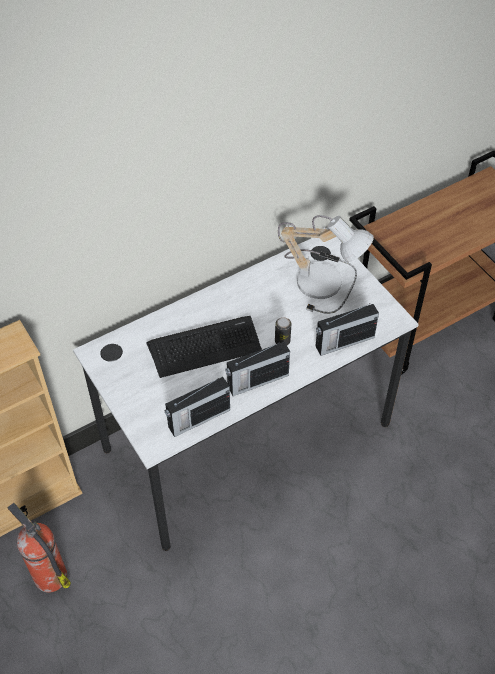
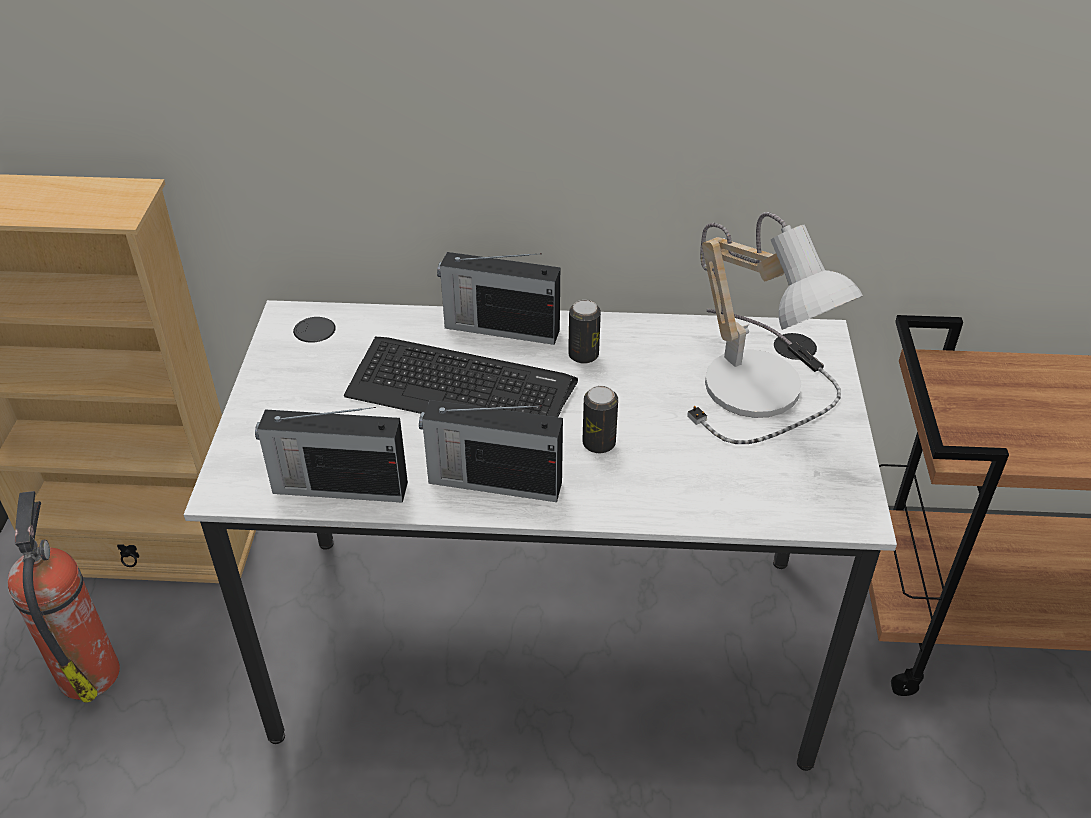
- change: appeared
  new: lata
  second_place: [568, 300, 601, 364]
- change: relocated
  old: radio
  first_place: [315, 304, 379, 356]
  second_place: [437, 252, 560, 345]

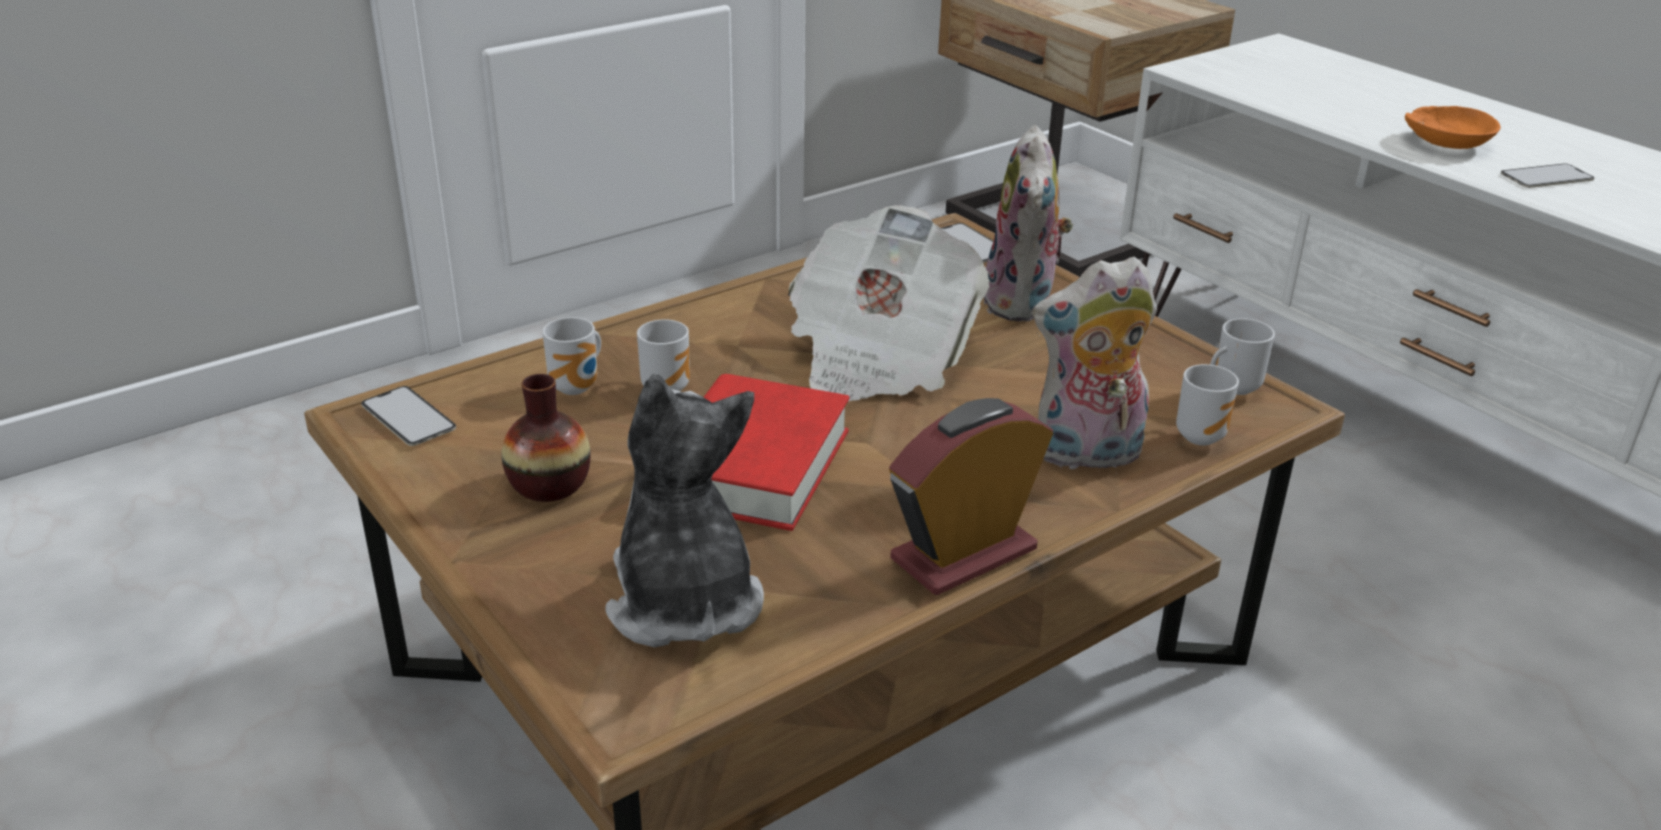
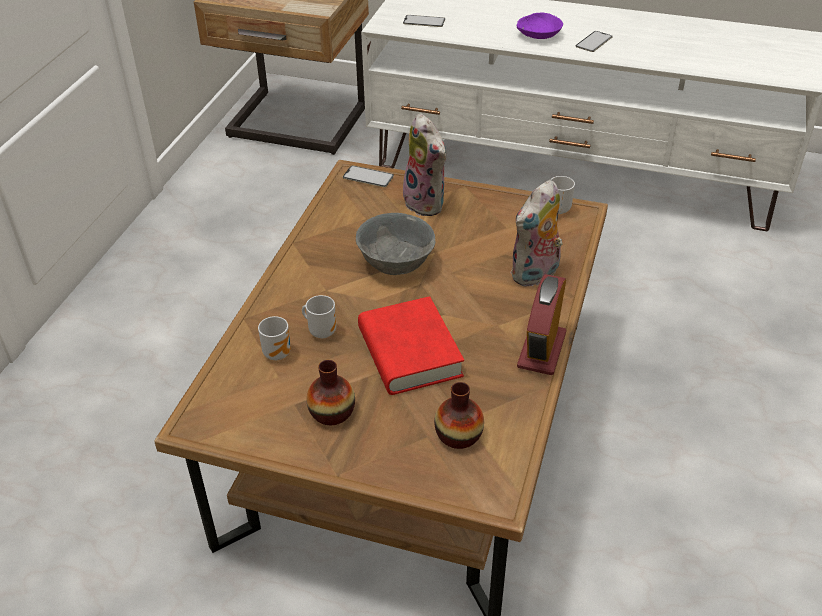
- change: missing
  old: taza grande
  first_place: [1176, 364, 1239, 446]
- change: relocated
  old: móvil
  first_place: [361, 386, 456, 446]
  second_place: [403, 15, 445, 27]
- change: exchanged
  old: peluche
  new: florero
  first_place: [605, 374, 764, 648]
  second_place: [434, 382, 484, 449]
- change: exchanged
  old: periódico
  new: cuenco [gris]
  first_place: [788, 205, 990, 401]
  second_place: [356, 213, 436, 275]
- change: colour
  old: cuenco [naranja]
  new: cuenco [morado]
  first_place: [1405, 106, 1501, 149]
  second_place: [516, 13, 563, 39]

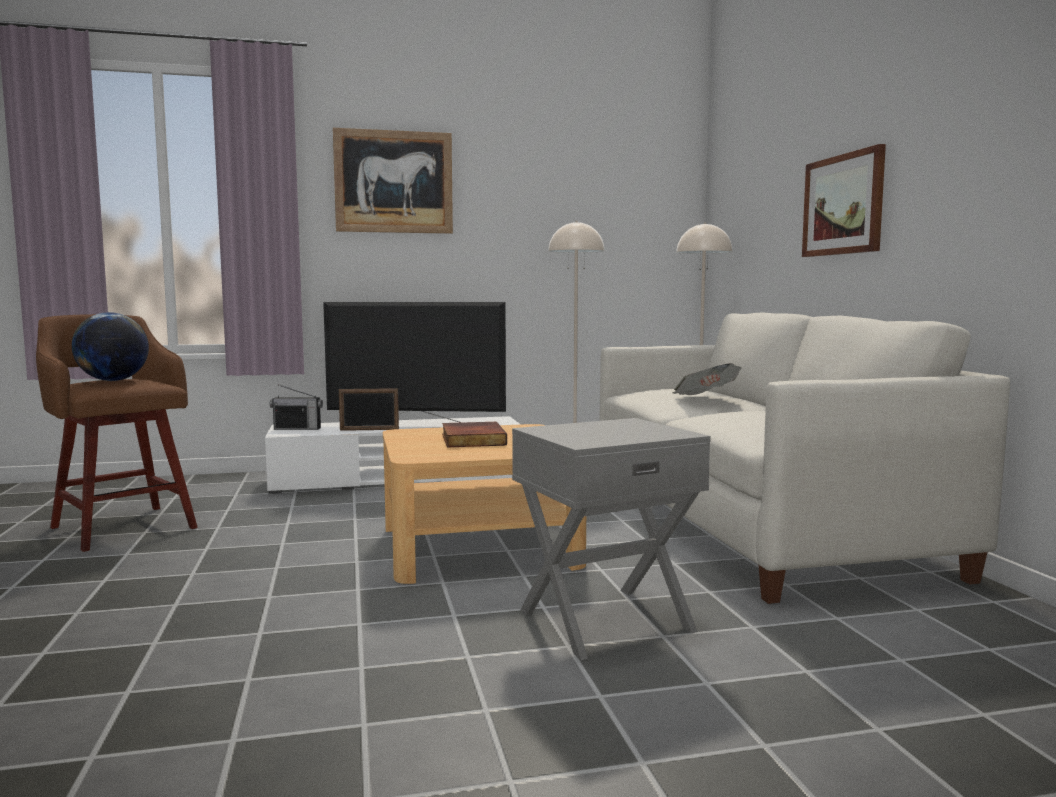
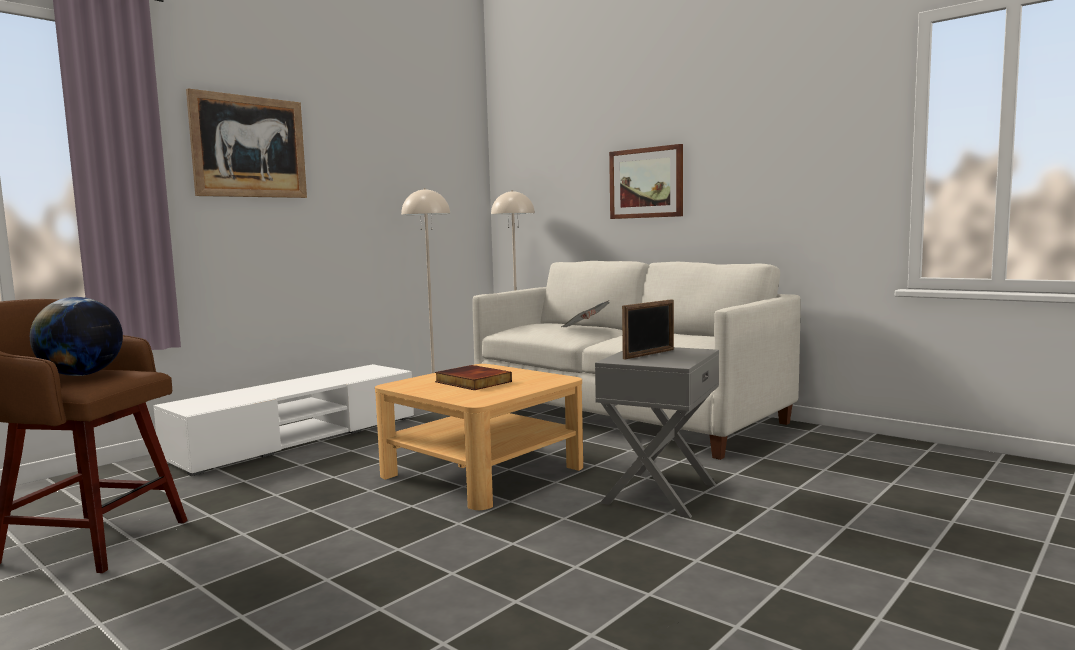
- change: missing
  old: radio
  first_place: [270, 384, 323, 430]
- change: missing
  old: televisor
  first_place: [323, 302, 506, 423]
- change: relocated
  old: portarretratos
  first_place: [339, 388, 399, 431]
  second_place: [622, 299, 674, 359]

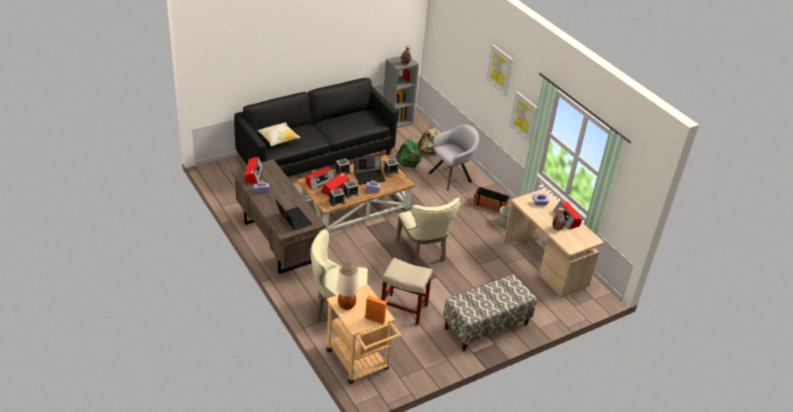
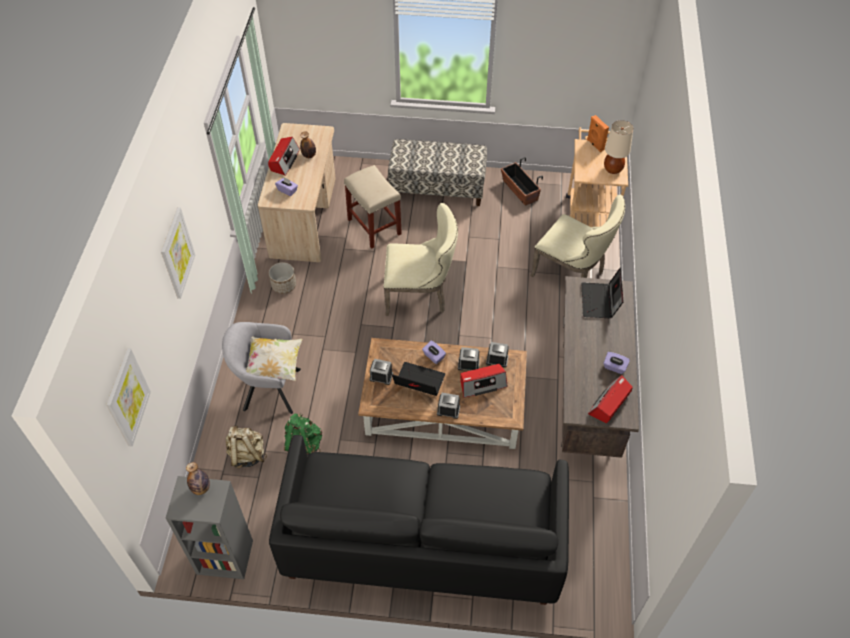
- change: missing
  old: radio
  first_place: [305, 168, 335, 190]
- change: relocated
  old: cojín
  first_place: [257, 122, 301, 146]
  second_place: [246, 337, 302, 381]
- change: relocated
  old: taburete [beis]
  first_place: [381, 258, 433, 325]
  second_place: [344, 165, 402, 249]
- change: relocated
  old: maceta
  first_place: [474, 187, 511, 213]
  second_place: [501, 157, 543, 206]
- change: relocated
  old: cuadro
  first_place: [510, 91, 537, 143]
  second_place: [106, 348, 151, 447]
- change: spun
  old: silla [beis]
  first_place: [396, 198, 461, 266]
  second_place: [384, 203, 458, 316]
  degrees: 75

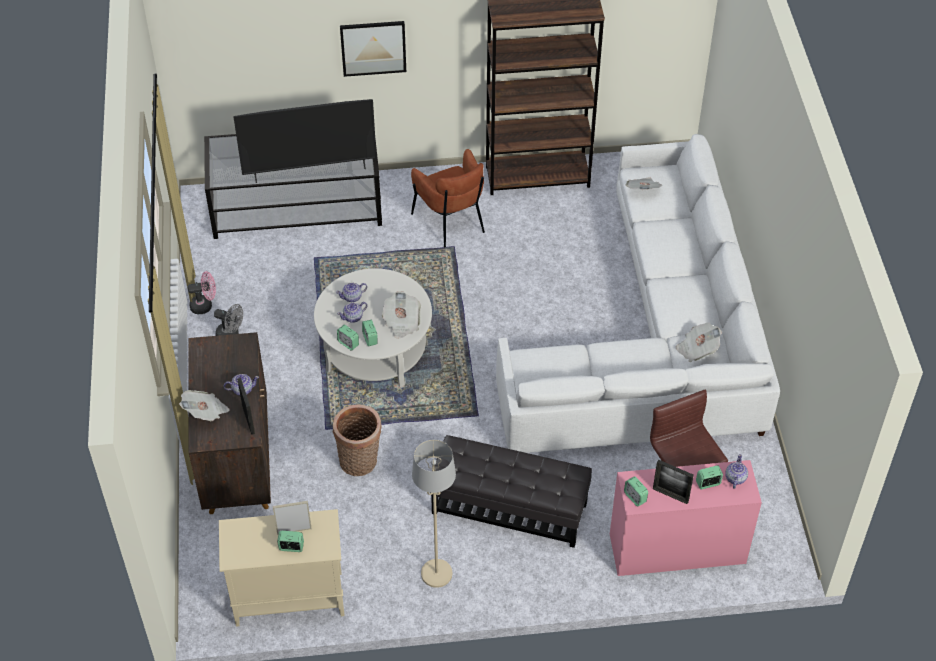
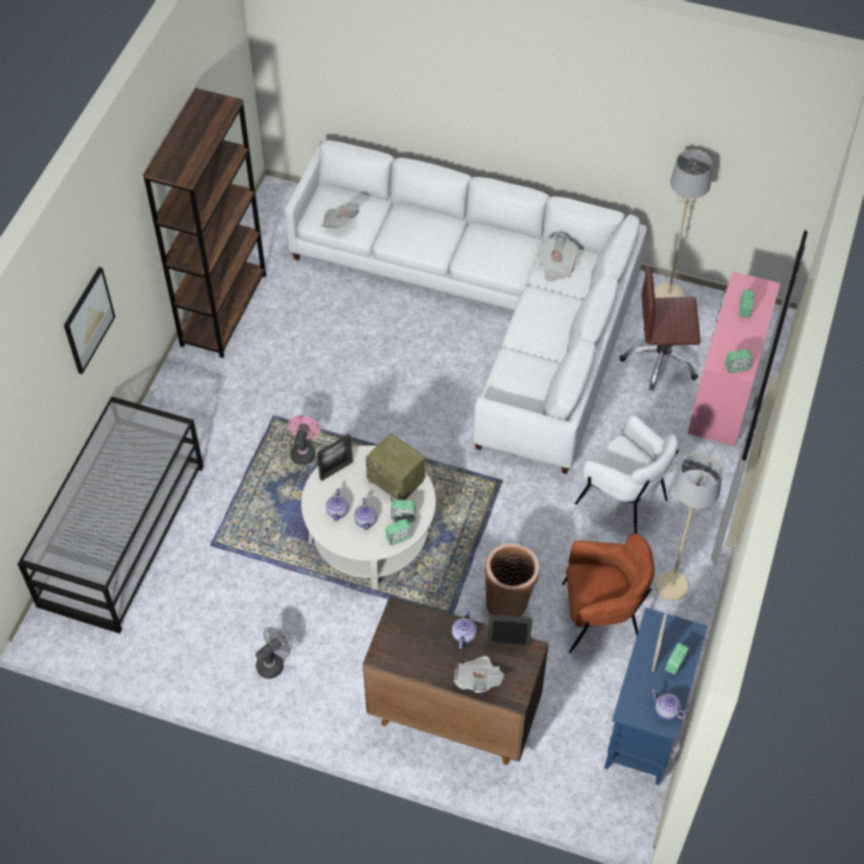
- change: missing
  old: televisor
  first_place: [234, 99, 376, 183]
- change: appeared
  new: lámpara de pie [beis]
  second_place: [654, 149, 712, 298]
- change: relocated
  old: ventilador [rosa]
  first_place: [187, 271, 216, 314]
  second_place: [288, 415, 320, 465]
- change: relocated
  old: sillón [marrón]
  first_place: [411, 149, 485, 248]
  second_place: [562, 533, 655, 653]
- change: relocated
  old: portarretratos
  first_place: [653, 460, 694, 504]
  second_place: [317, 434, 353, 481]
- change: relocated
  old: tetera
  first_place: [725, 454, 748, 489]
  second_place: [652, 690, 687, 720]
- change: exchanged
  old: periódico
  new: radio
  first_place: [382, 291, 421, 339]
  second_place: [366, 433, 425, 501]
- change: exchanged
  old: puf [negro]
  new: sillón [blanco]
  first_place: [431, 435, 592, 548]
  second_place: [575, 415, 679, 534]
- change: colour
  old: armario [beis]
  new: armario [azul]
  first_place: [219, 509, 344, 627]
  second_place: [605, 608, 707, 785]

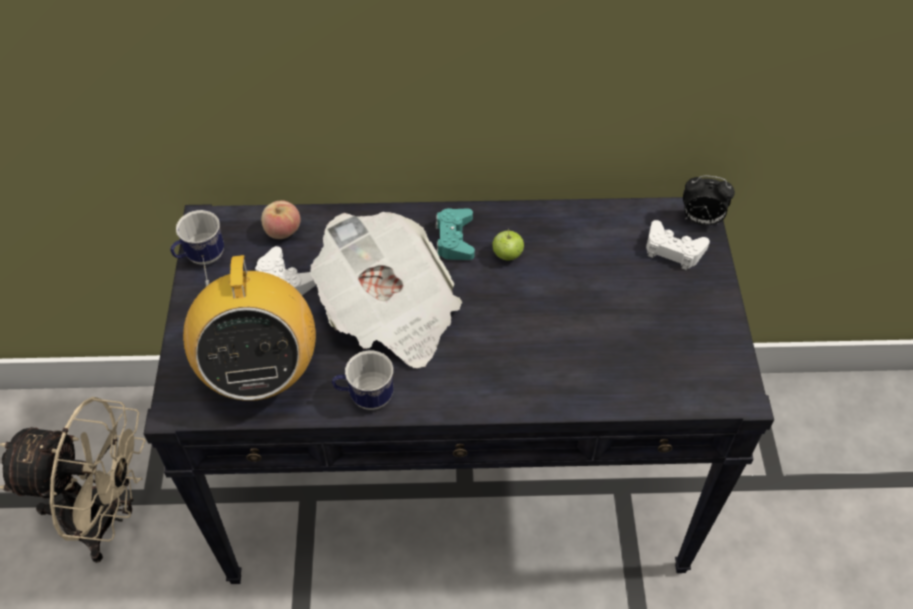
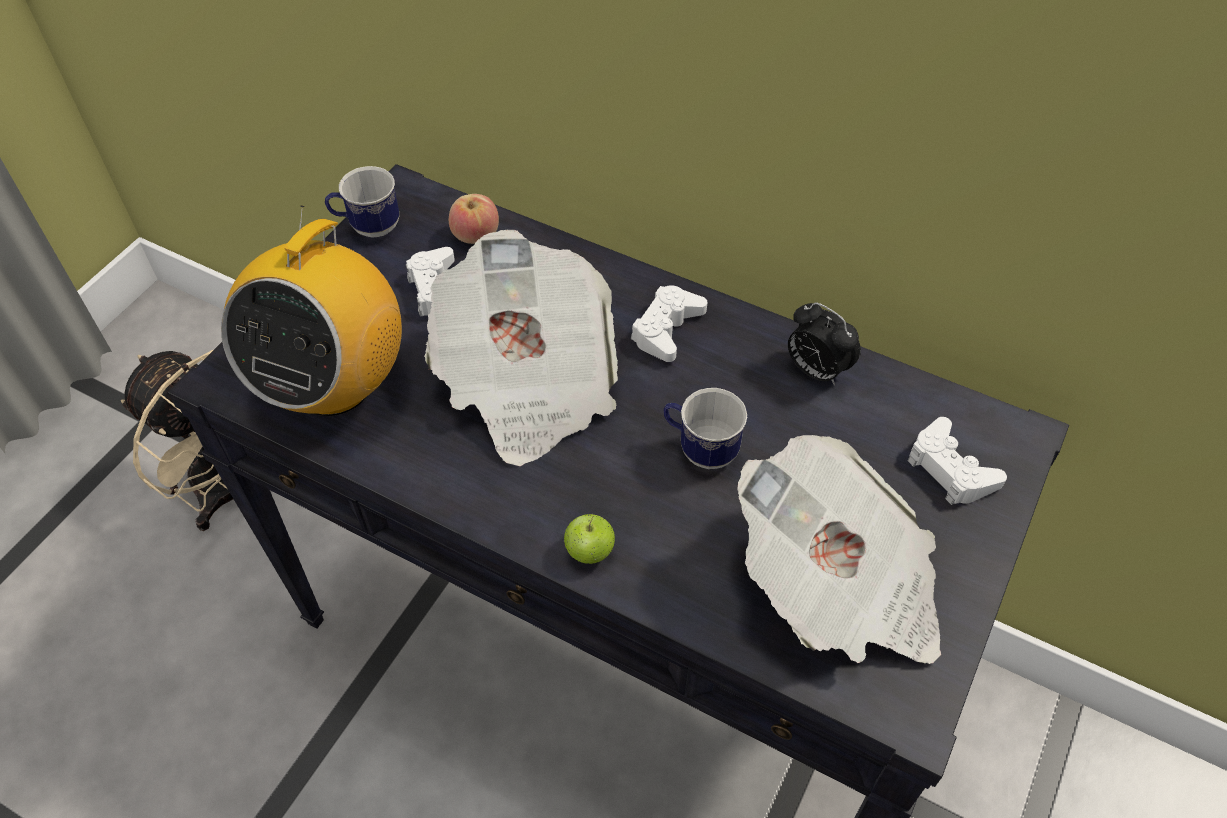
- change: appeared
  new: periódico
  second_place: [737, 435, 941, 664]
- change: relocated
  old: taza grande
  first_place: [332, 350, 394, 410]
  second_place: [664, 388, 747, 469]
- change: relocated
  old: manzana
  first_place: [492, 229, 524, 260]
  second_place: [564, 514, 615, 564]
- change: relocated
  old: despertador
  first_place: [683, 175, 735, 225]
  second_place: [788, 303, 861, 386]
- change: colour
  old: mando de consola [turquesa]
  new: mando de consola [blanco]
  first_place: [436, 208, 475, 260]
  second_place: [631, 285, 707, 362]

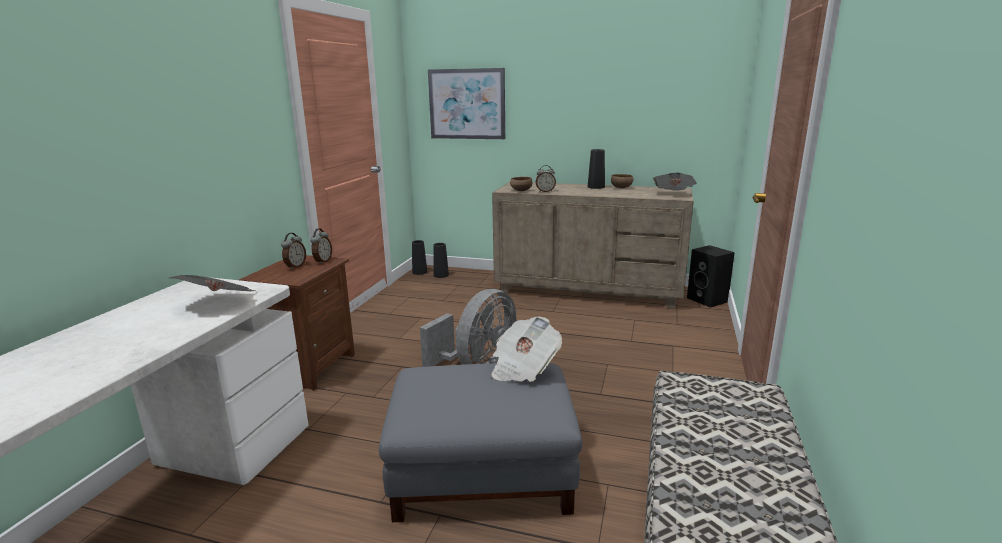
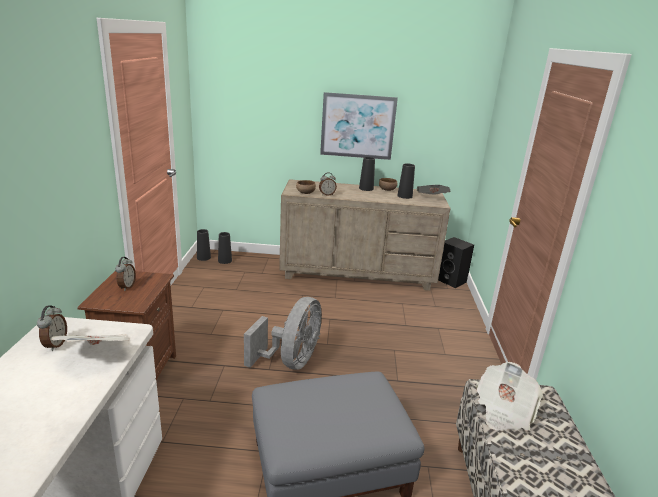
- change: appeared
  new: florero [negro]
  second_place: [397, 163, 415, 199]
- change: relocated
  old: despertador
  first_place: [310, 228, 332, 264]
  second_place: [37, 306, 67, 351]
- change: relocated
  old: cuadro
  first_place: [428, 68, 505, 139]
  second_place: [320, 92, 398, 160]
- change: relocated
  old: periódico
  first_place: [491, 317, 562, 382]
  second_place: [476, 362, 543, 431]

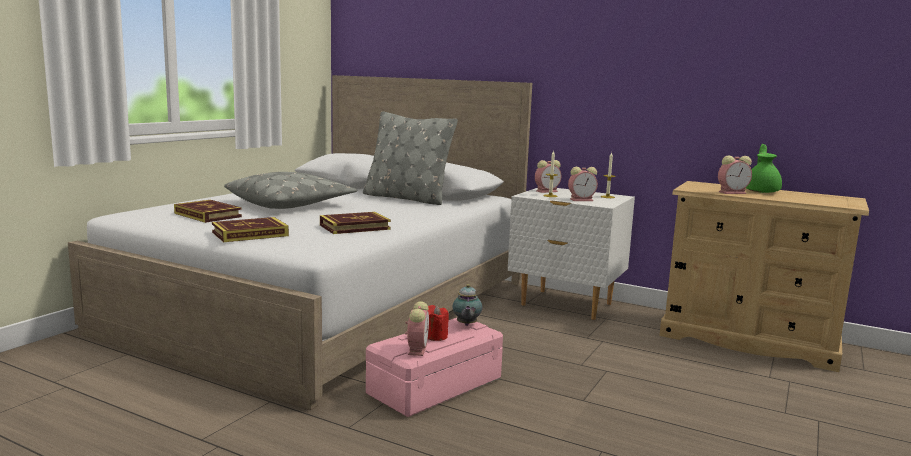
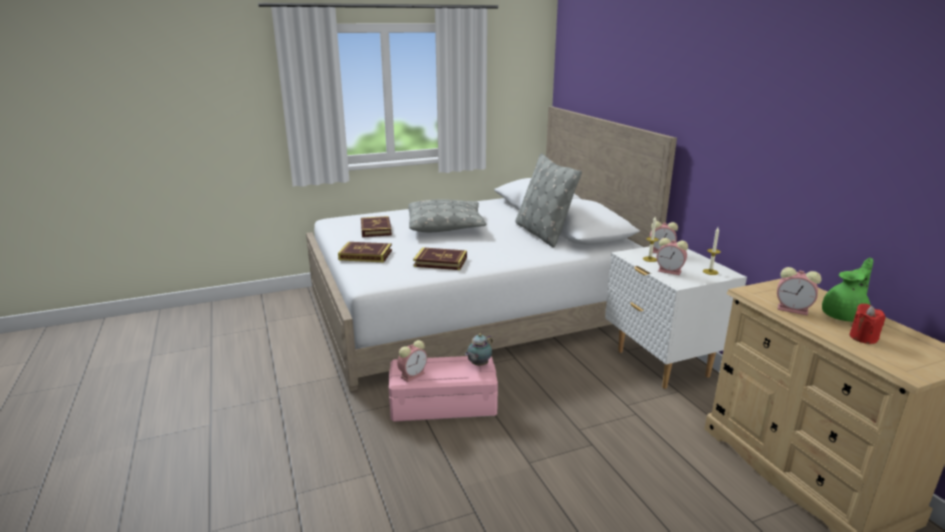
- change: relocated
  old: vela [rojo]
  first_place: [428, 305, 449, 341]
  second_place: [849, 304, 885, 344]

